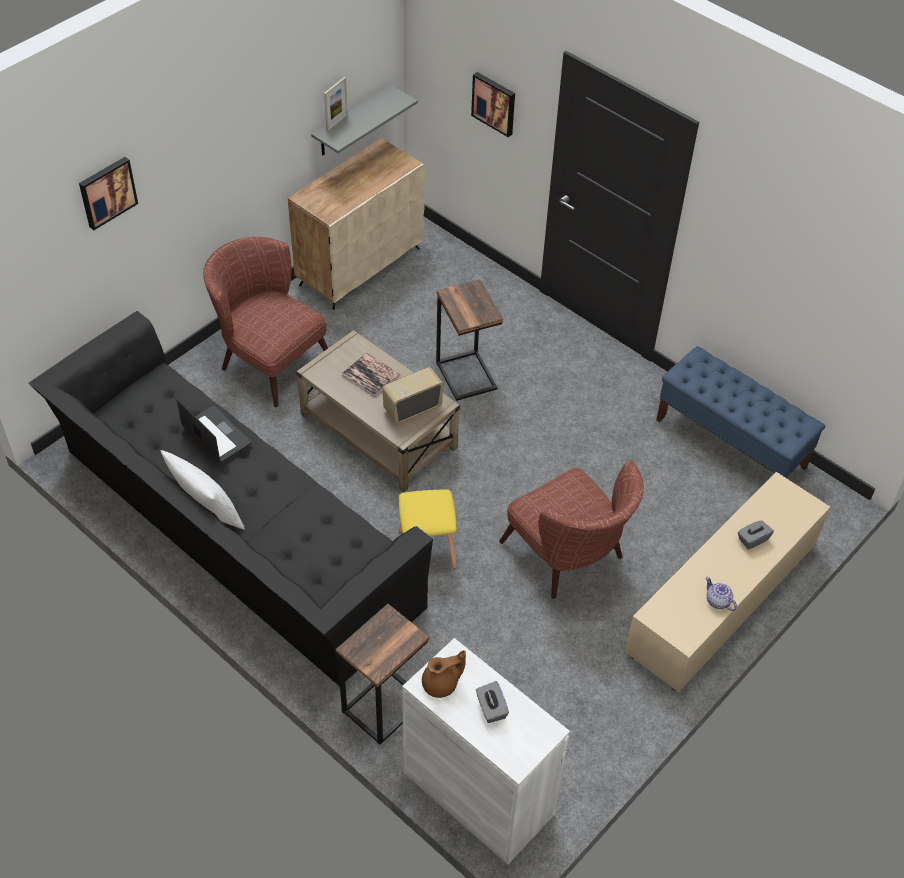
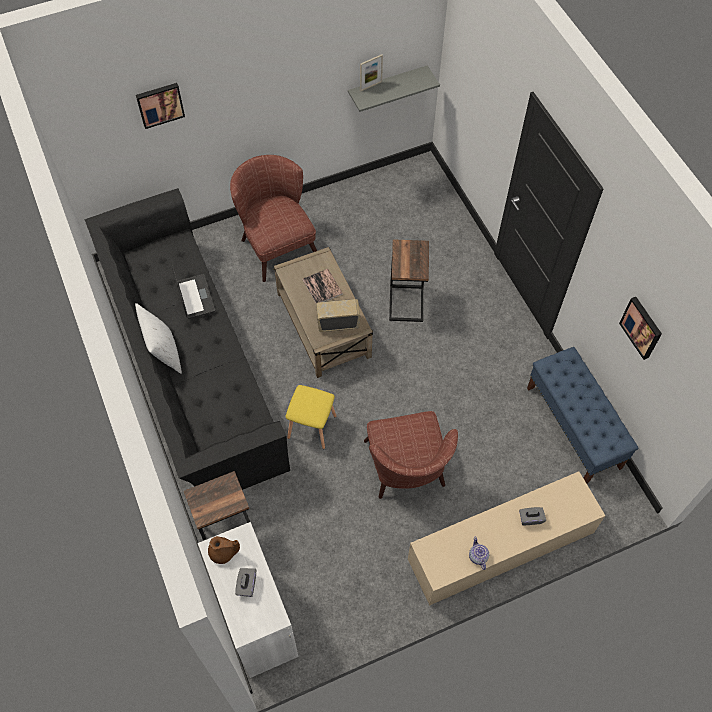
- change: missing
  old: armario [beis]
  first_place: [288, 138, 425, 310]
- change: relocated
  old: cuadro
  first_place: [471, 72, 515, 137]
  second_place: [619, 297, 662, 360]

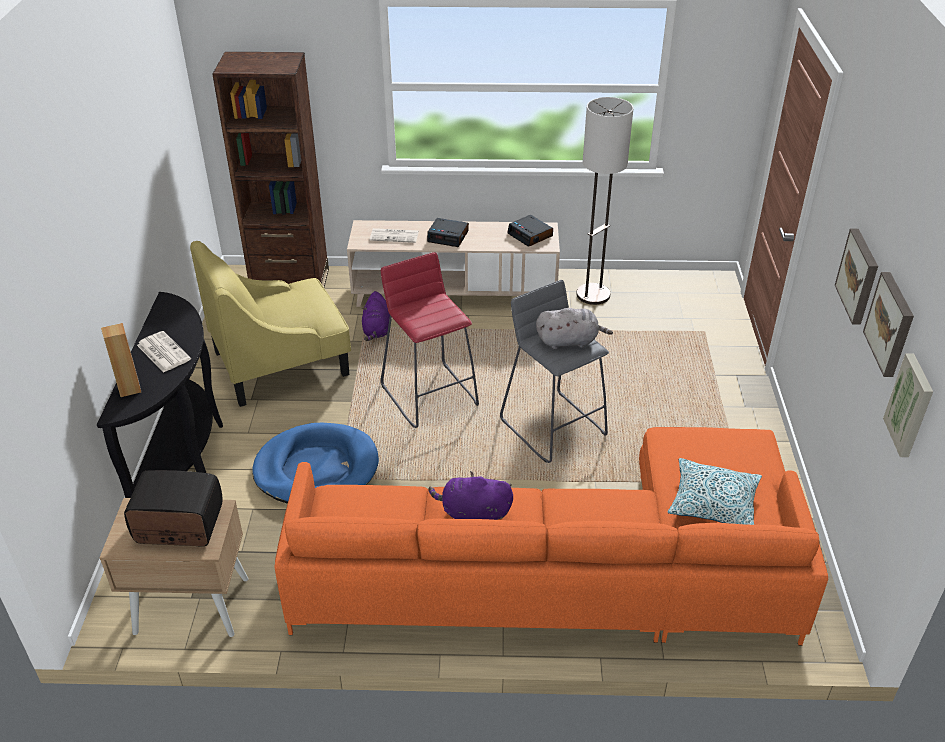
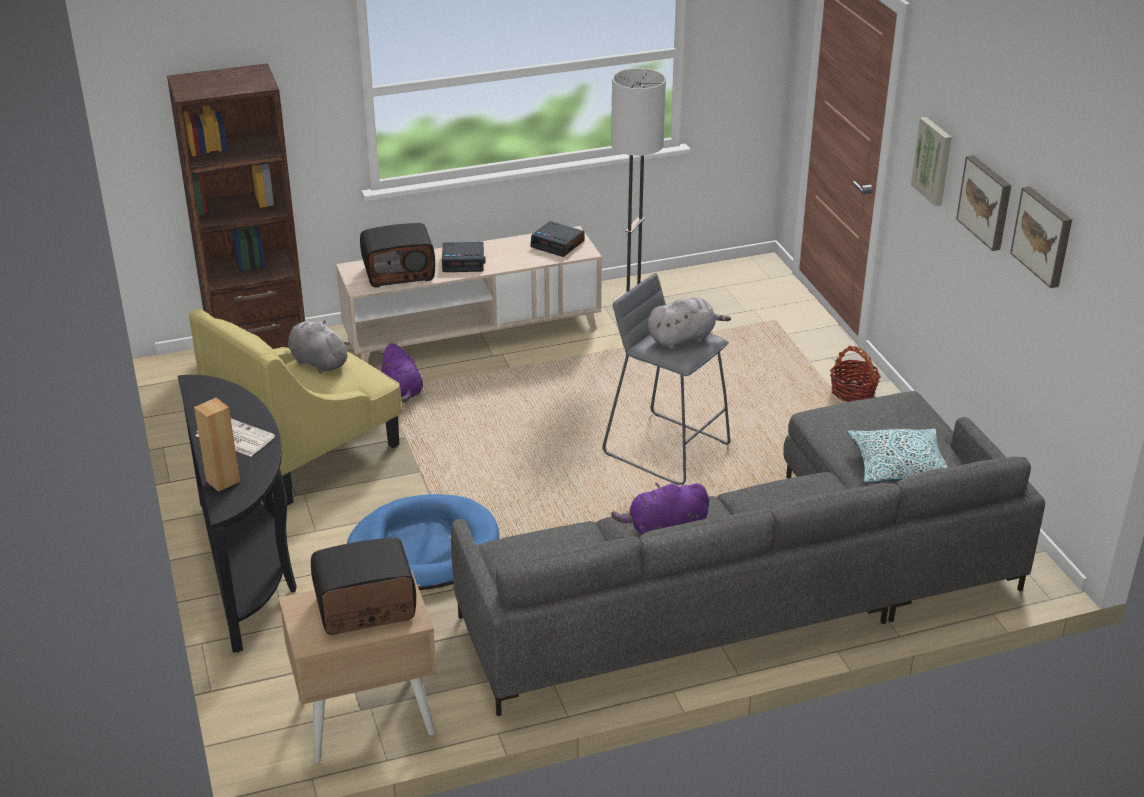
- change: missing
  old: taburete [rojo]
  first_place: [381, 252, 479, 428]
- change: appeared
  new: peluche [gris]
  second_place: [288, 320, 351, 373]
- change: appeared
  new: cesta
  second_place: [830, 346, 881, 402]
- change: relocated
  old: cuadro
  first_place: [883, 353, 933, 457]
  second_place: [911, 117, 952, 206]
- change: exchanged
  old: periódico
  new: radio
  first_place: [370, 228, 419, 243]
  second_place: [360, 223, 435, 287]
- change: colour
  old: sofá [naranja]
  new: sofá [gris]
  first_place: [275, 427, 828, 646]
  second_place: [451, 391, 1045, 716]

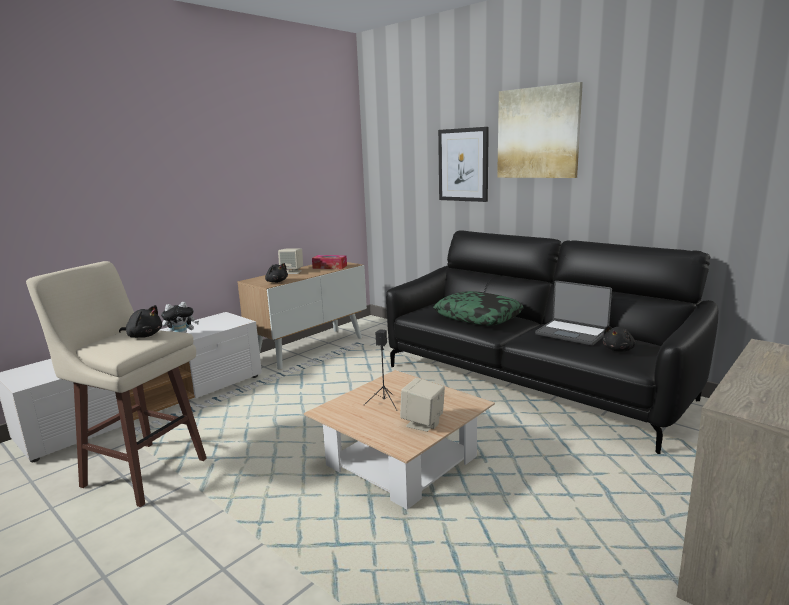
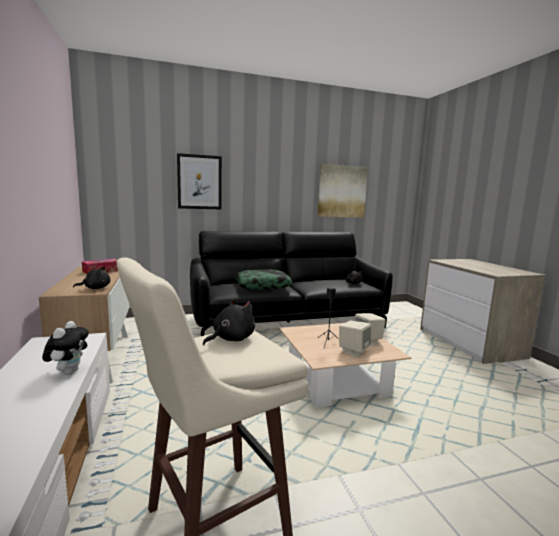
- change: missing
  old: portátil
  first_place: [535, 281, 612, 346]
- change: relocated
  old: altavoz [beis]
  first_place: [278, 248, 303, 274]
  second_place: [339, 321, 371, 357]
- change: relocated
  old: cuadro
  first_place: [497, 82, 583, 178]
  second_place: [317, 164, 368, 218]

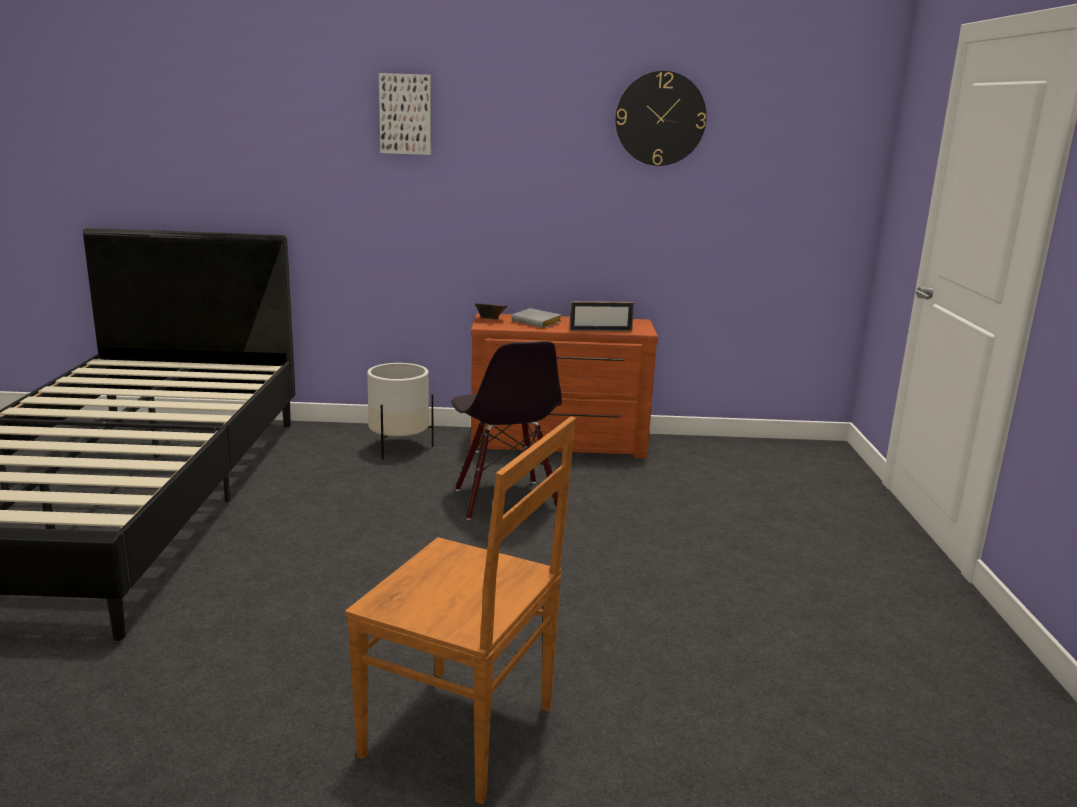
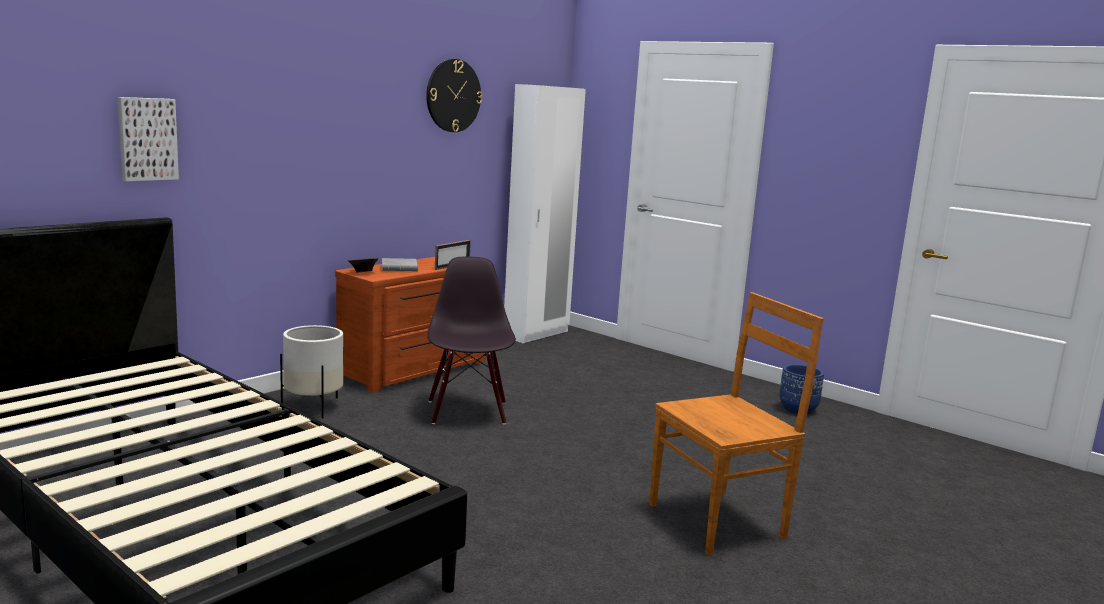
- change: appeared
  new: armario ropero [blanco]
  second_place: [504, 84, 586, 343]
- change: appeared
  new: maceta [azul]
  second_place: [779, 364, 824, 414]
- change: relocated
  old: cuadro
  first_place: [379, 73, 431, 155]
  second_place: [117, 97, 179, 181]
- change: spun
  old: silla [negro]
  first_place: [451, 341, 562, 520]
  second_place: [427, 257, 516, 425]
  degrees: -120

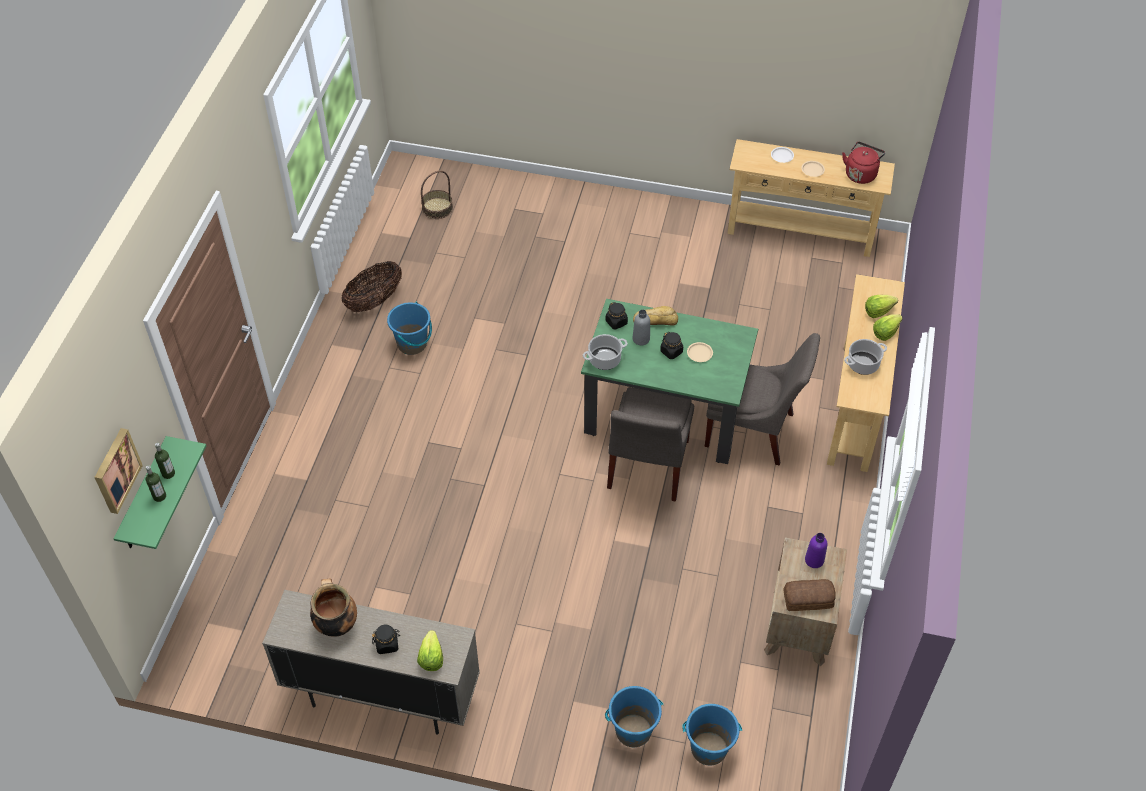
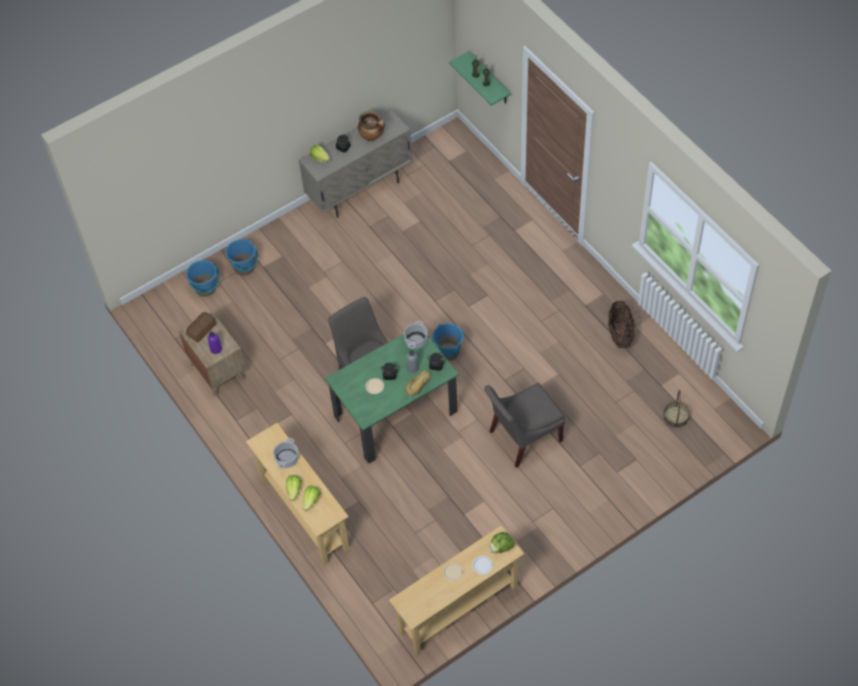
- change: missing
  old: cuadro
  first_place: [94, 428, 143, 514]
- change: missing
  old: hervidor [rojo]
  first_place: [842, 142, 885, 184]
- change: appeared
  new: lechuga
  second_place: [489, 532, 514, 553]
- change: relocated
  old: cubo [azul]
  first_place: [387, 302, 432, 355]
  second_place: [432, 323, 464, 361]
- change: relocated
  old: silla [gris]
  first_place: [705, 333, 820, 465]
  second_place: [484, 383, 565, 468]

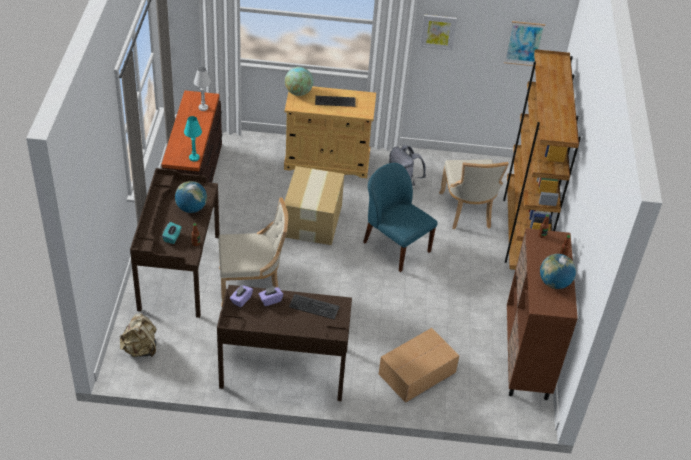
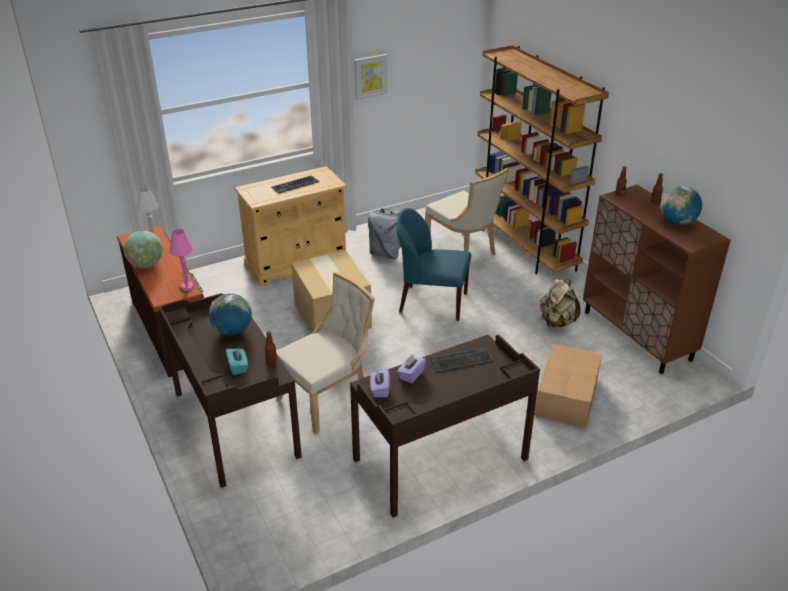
- change: missing
  old: cuadro
  first_place: [504, 21, 545, 66]
- change: relocated
  old: mochila [beis]
  first_place: [119, 313, 157, 357]
  second_place: [540, 279, 581, 327]
- change: relocated
  old: globo terráqueo
  first_place: [285, 67, 314, 96]
  second_place: [124, 231, 163, 268]
- change: colour
  old: lámpara de mesa [turquesa]
  new: lámpara de mesa [rosa]
  first_place: [184, 116, 202, 161]
  second_place: [169, 229, 194, 291]

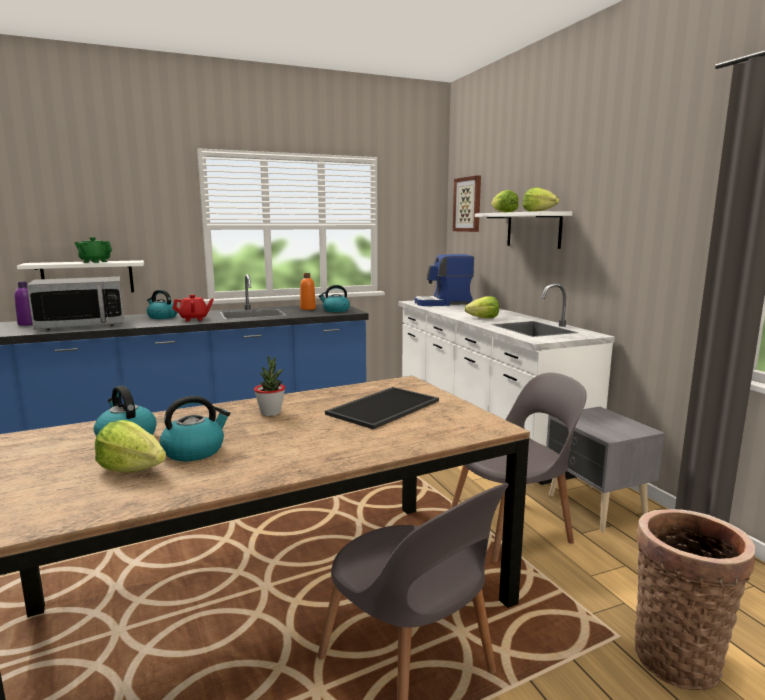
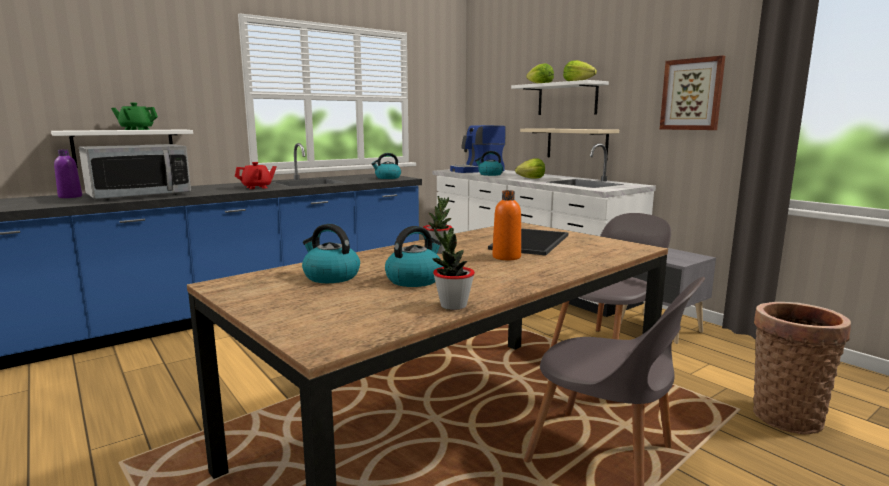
- change: missing
  old: lechuga
  first_place: [95, 420, 166, 473]
- change: appeared
  new: planta en maceta
  second_place: [432, 228, 475, 310]
- change: appeared
  new: estante [beis]
  second_place: [520, 128, 619, 157]
- change: relocated
  old: hervidor
  first_place: [147, 290, 178, 319]
  second_place: [475, 151, 503, 176]
- change: relocated
  old: botella [naranja]
  first_place: [300, 273, 316, 310]
  second_place: [492, 190, 521, 260]
- change: relocated
  old: cuadro
  first_place: [453, 175, 481, 232]
  second_place: [660, 56, 725, 130]

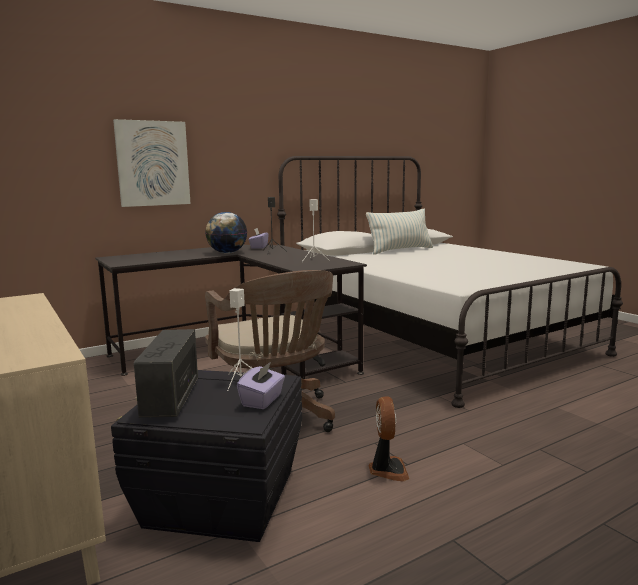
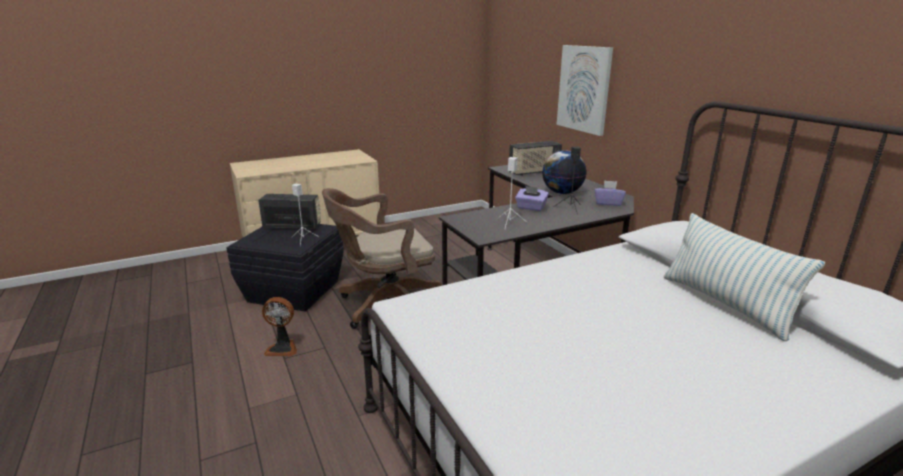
- change: appeared
  new: radio
  second_place: [509, 141, 562, 176]
- change: relocated
  old: caja de pañuelos [morado]
  first_place: [237, 362, 285, 409]
  second_place: [515, 186, 549, 211]

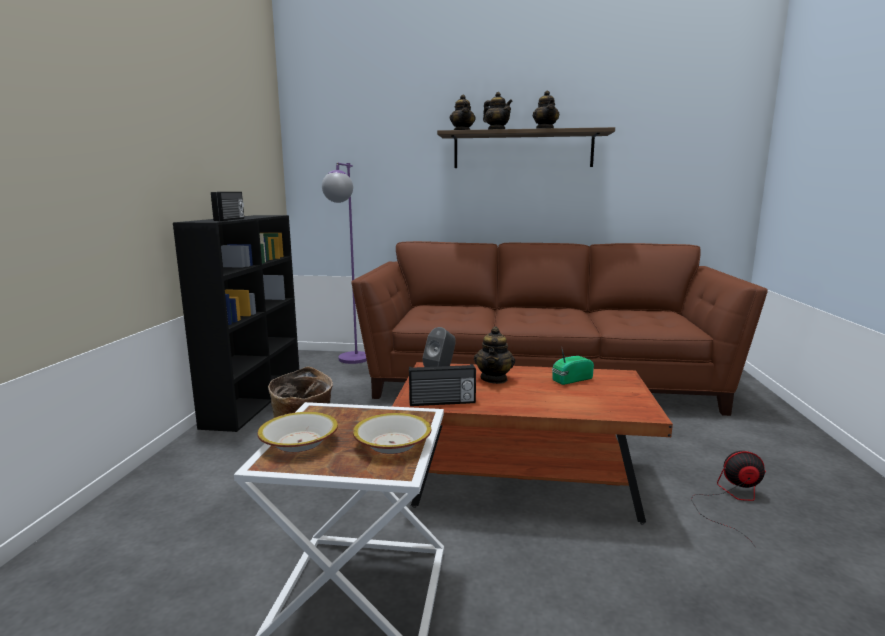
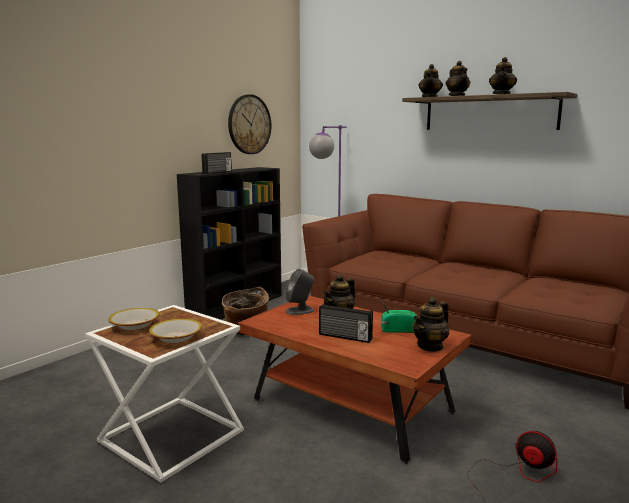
- change: appeared
  new: reloj de pared
  second_place: [228, 94, 271, 154]
- change: appeared
  new: tetera
  second_place: [413, 297, 449, 352]
- change: relocated
  old: radio
  first_place: [409, 364, 476, 406]
  second_place: [319, 304, 373, 343]

